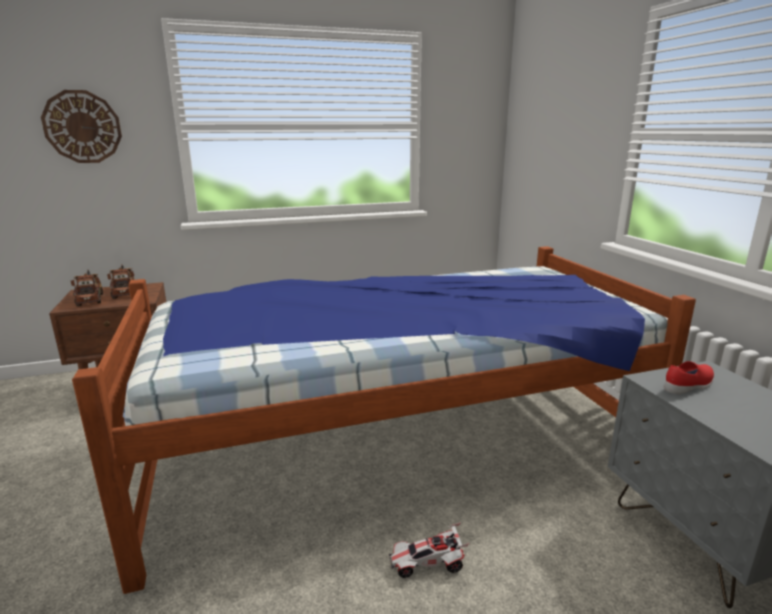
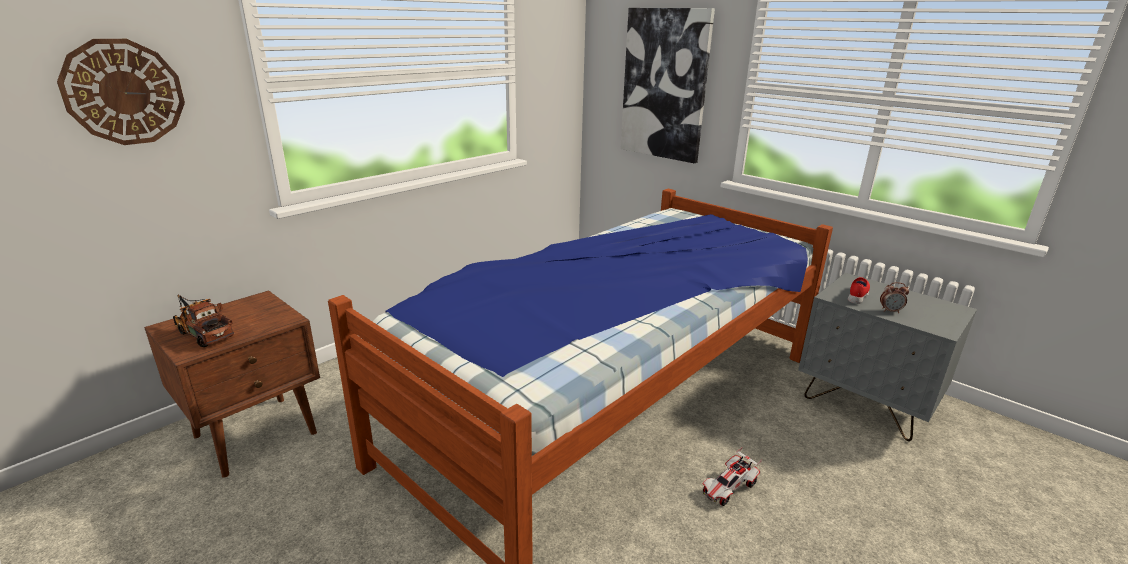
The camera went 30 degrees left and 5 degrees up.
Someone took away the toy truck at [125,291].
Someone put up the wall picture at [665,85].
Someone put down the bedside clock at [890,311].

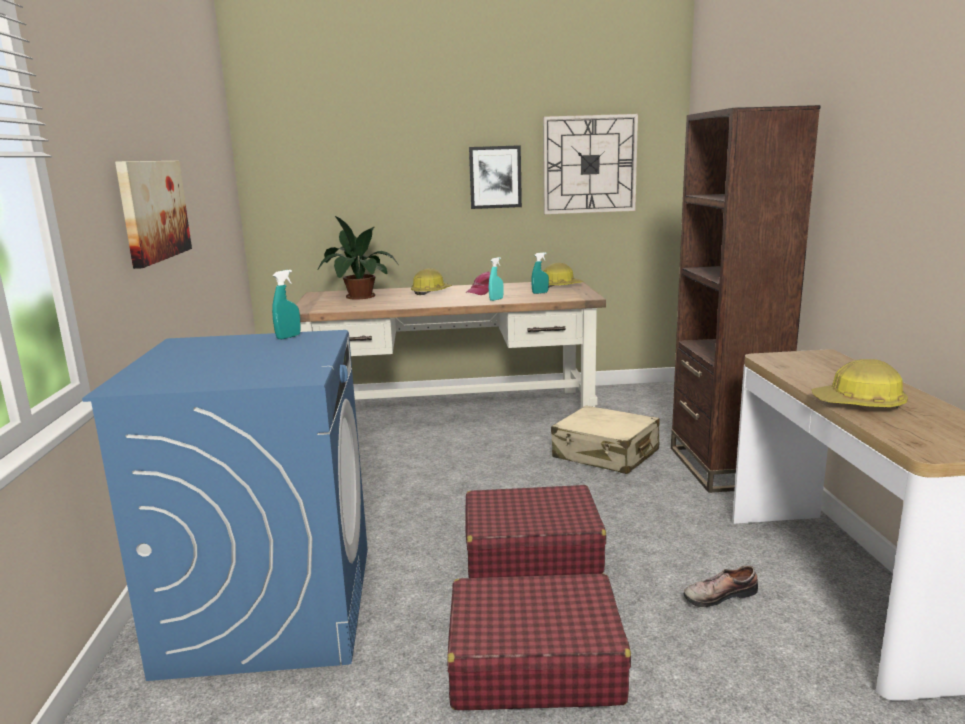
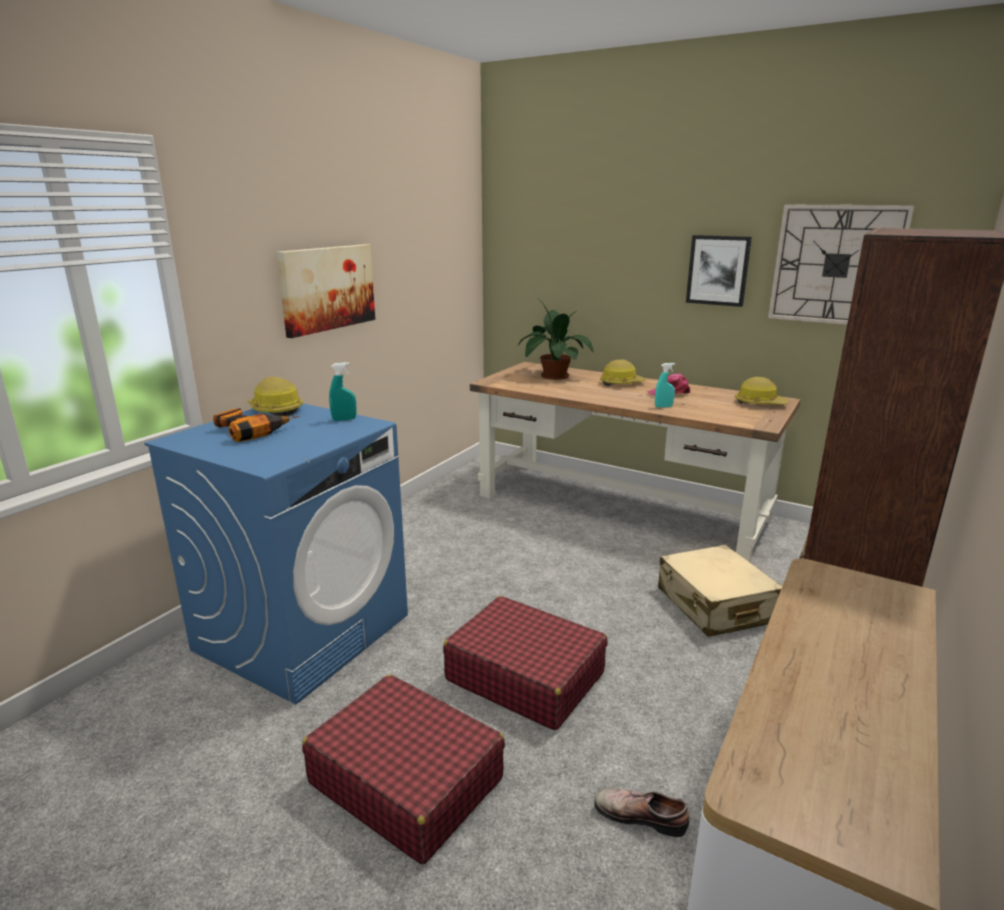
The camera went 35 degrees right and 5 degrees up.
Someone took away the hand sprayer in turquoise at [540,293].
Someone put down the drill at [252,430].
Someone carried the safety helmet from [859,404] to [275,410].

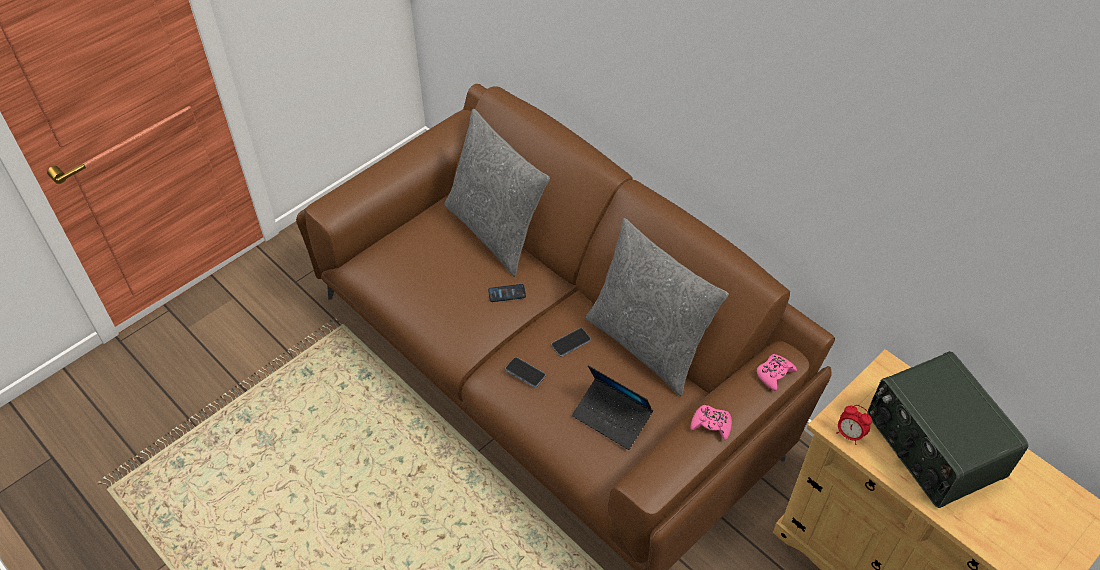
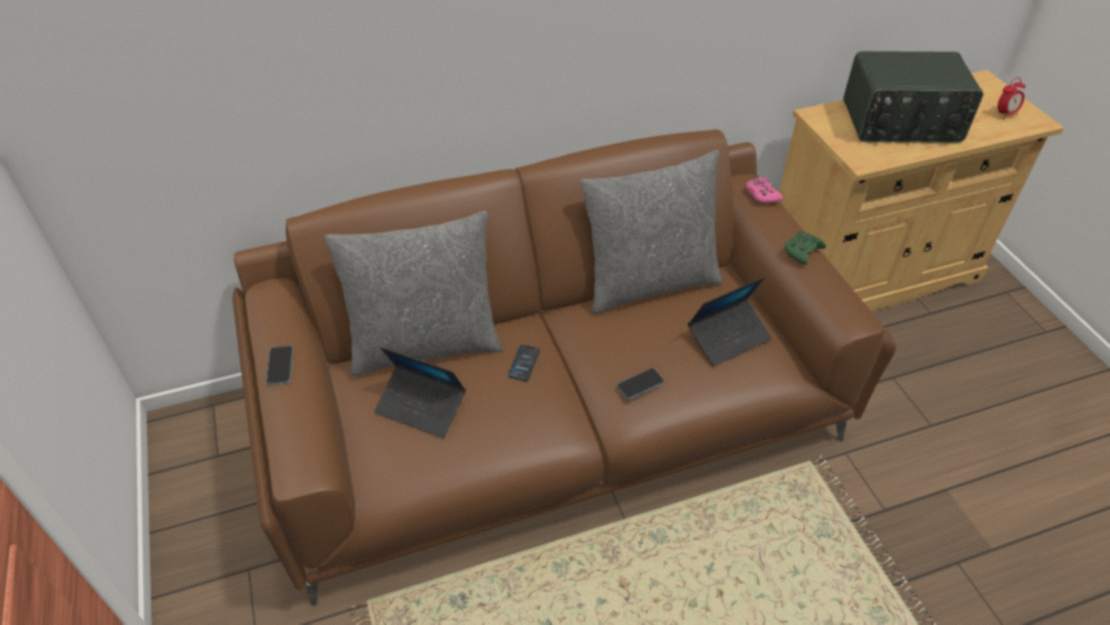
The camera went 65 degrees left and 5 degrees down.
Someone put down the laptop at [421,407].
Someone carried the telephone from [571,343] to [280,366].
Someone carried the bedside clock from [849,434] to [1005,114].
Someone repainted the gamepad in pink at [711,424], which became the gamepad in green at [802,251].

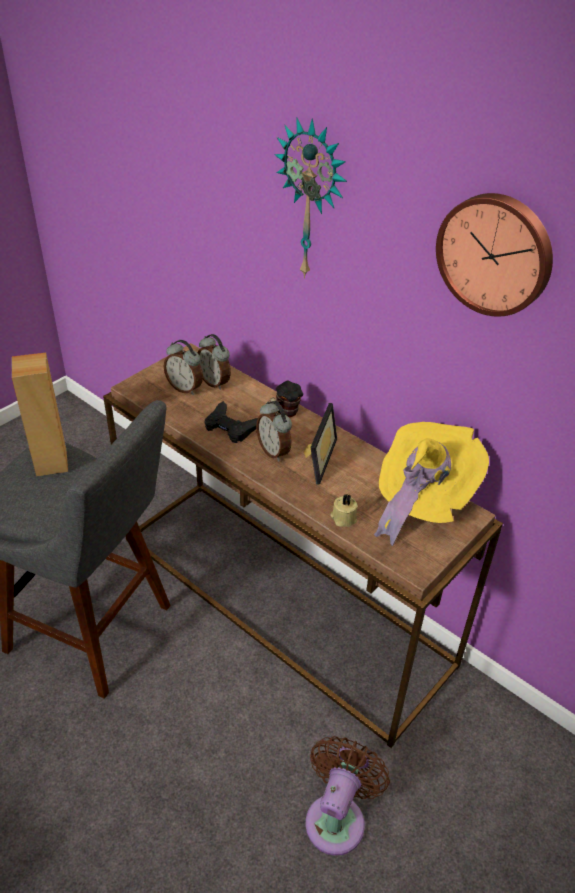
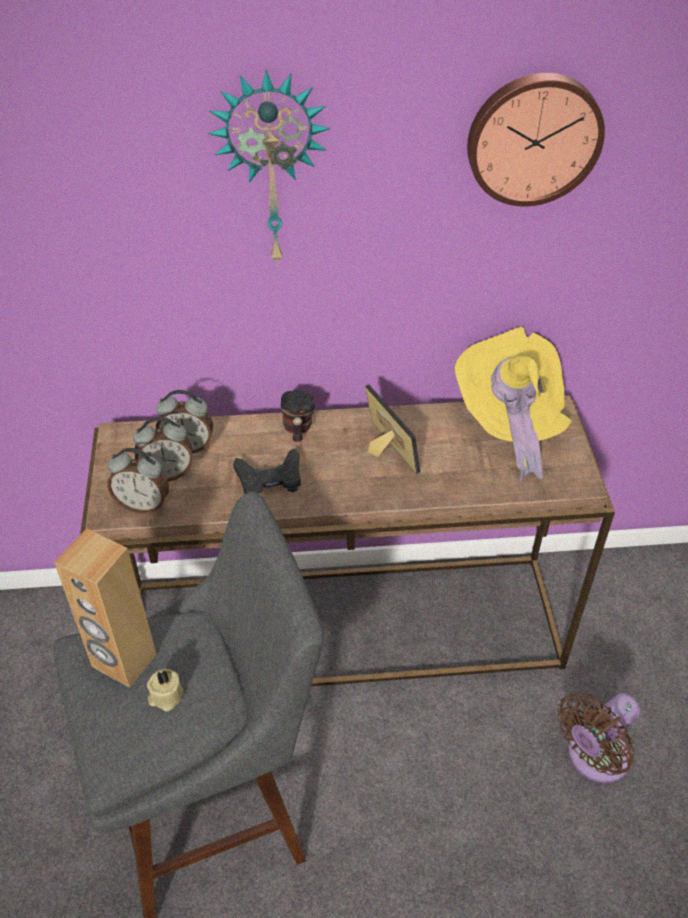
The camera went 45 degrees left and 5 degrees up.
Someone carried the bedside clock from [274,451] to [143,504].
Someone carried the wax candle in beige from [343,518] to [165,696].
Someone rotated the electric fan in brownish at [337,817] by 105 degrees counterclockwise.

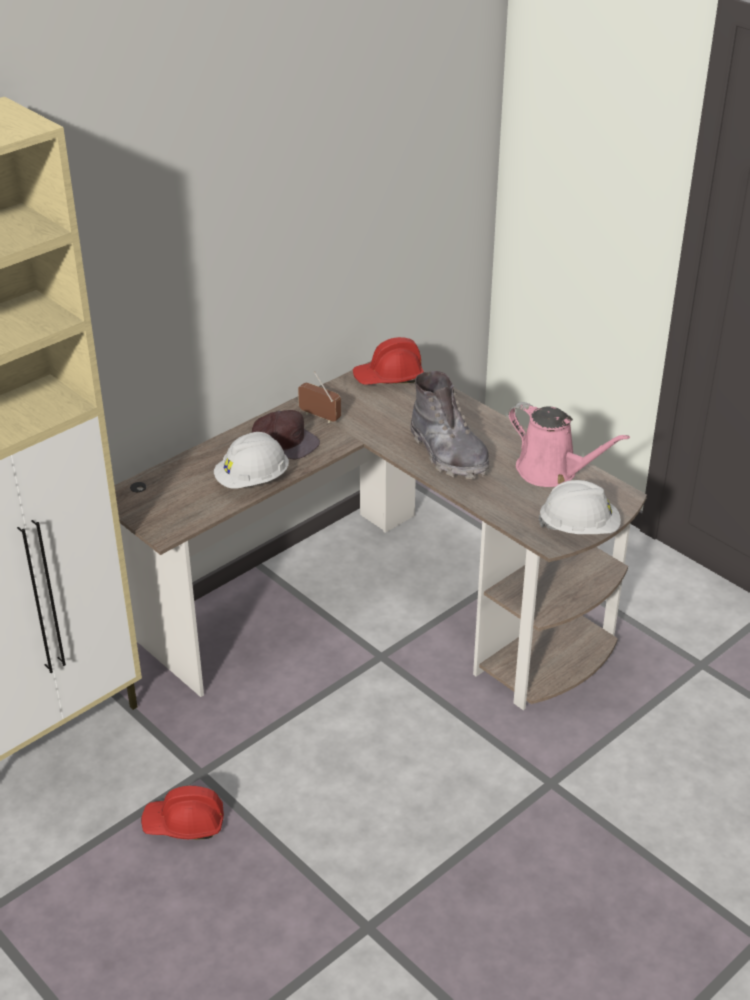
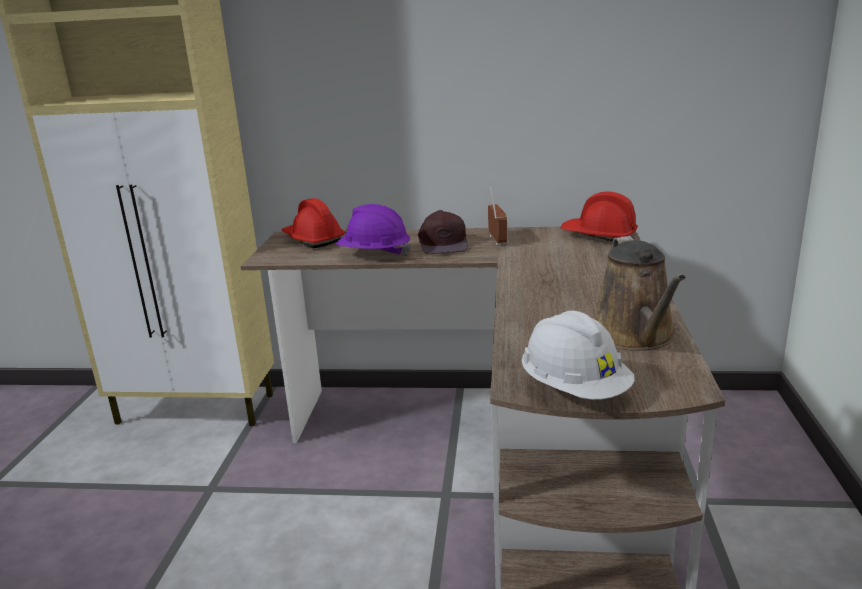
The camera went 50 degrees right and 15 degrees down.
Someone took away the boot in grey at [448,453].
Someone carried the safety helmet in reddish from [184,823] to [312,239].
Someone repainted the safety helmet in white-coloured at [252,481], which became the safety helmet in purple at [374,254].
Someone repainted the watering pot in pink at [552,471], which became the watering pot in brownish at [635,336].

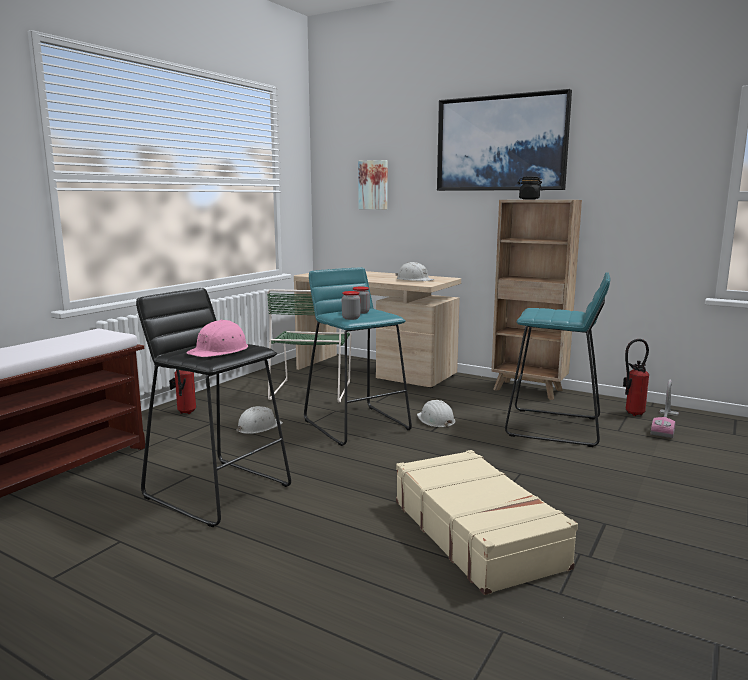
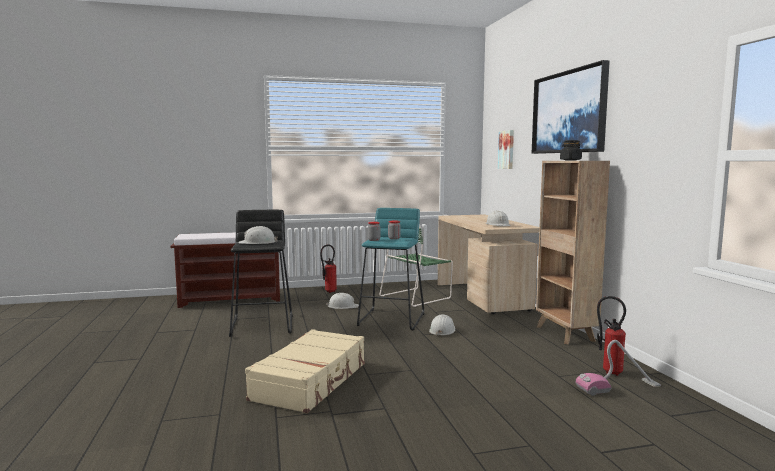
The camera went 45 degrees right and 5 degrees down.
Someone took away the stool seat in turquoise at [554,427].
Someone repainted the safety helmet in pink at [220,350], which became the safety helmet in white-coloured at [258,242].

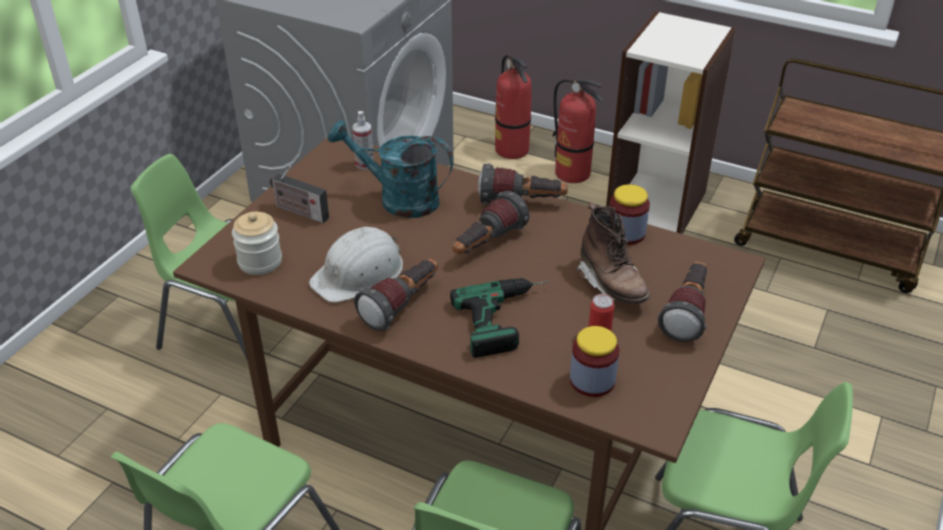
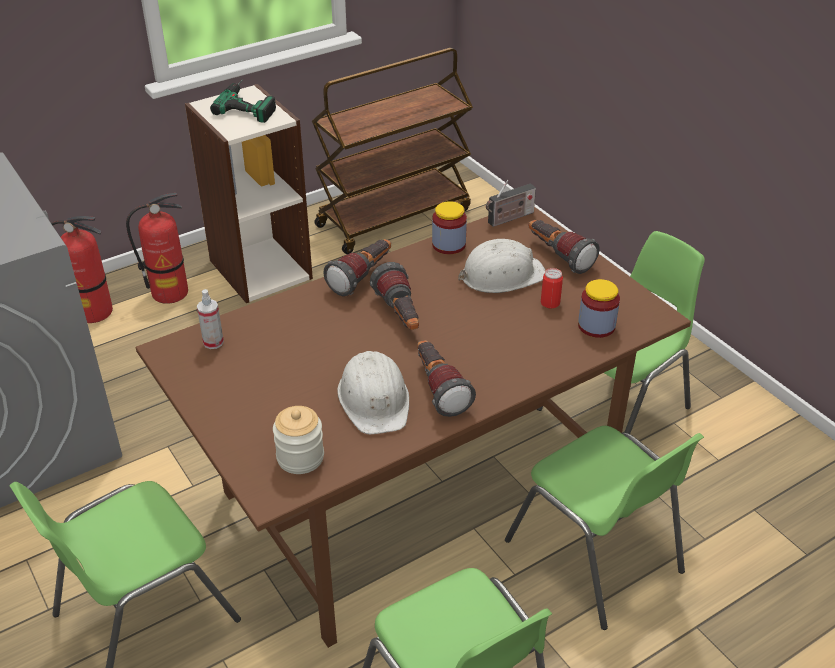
The camera went 60 degrees left and 0 degrees up.
Someone took away the watering pot in turquoise at [398,199].
Someone carried the radio receiver from [299,212] to [509,219].
Someone carried the drill from [510,318] to [250,103].
Someone swapped the boot in brownish at [612,284] for the safety helmet in white-coloured at [501,275].

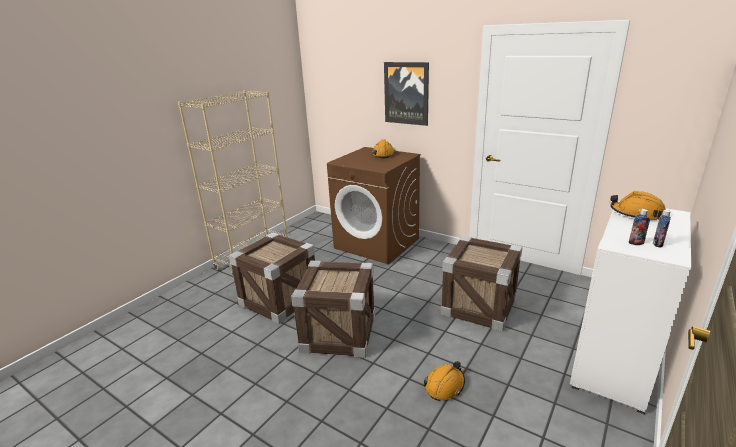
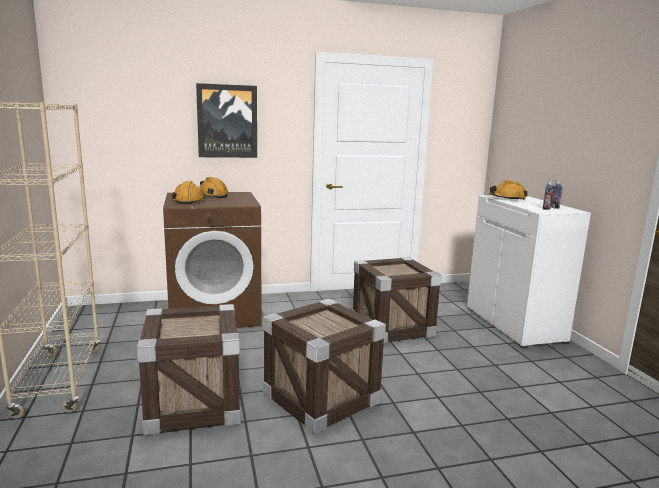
The camera went 50 degrees left and 10 degrees down.
Someone carried the safety helmet in orange from [444,385] to [188,201].

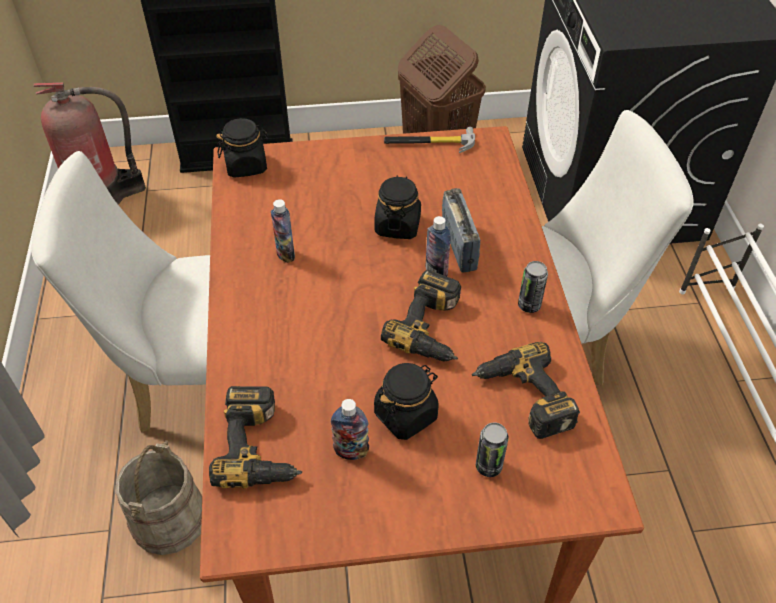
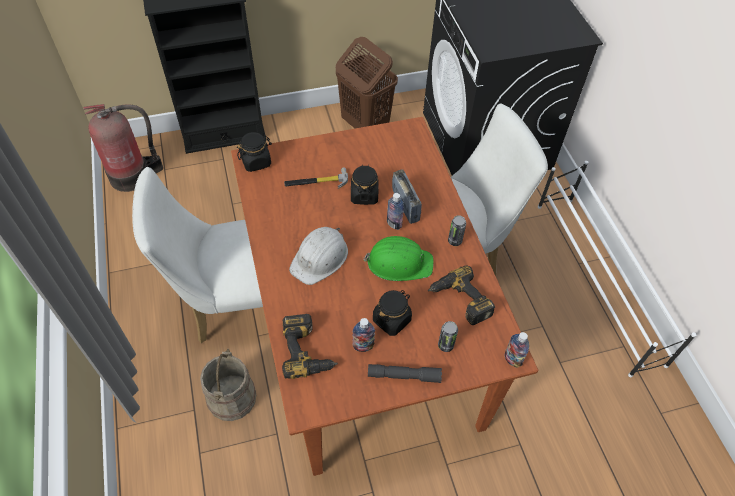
The camera went 10 degrees left and 5 degrees up.
Someone put down the safety helmet in white-coloured at [320,258].
Someone put down the flashlight in grey at [404,376].
Someone carried the beverage bottle from [285,254] to [512,360].
Someone carried the tool hammer from [429,143] to [316,182].
Someone swapped the drill at [433,328] for the safety helmet in green at [399,262].

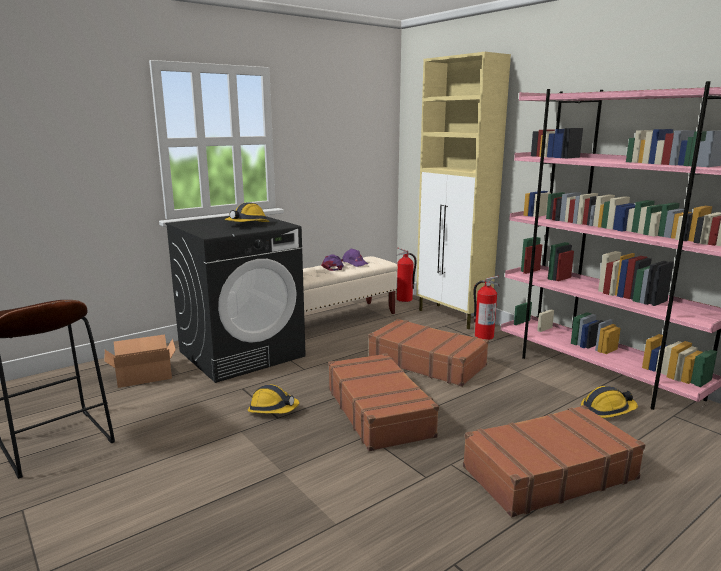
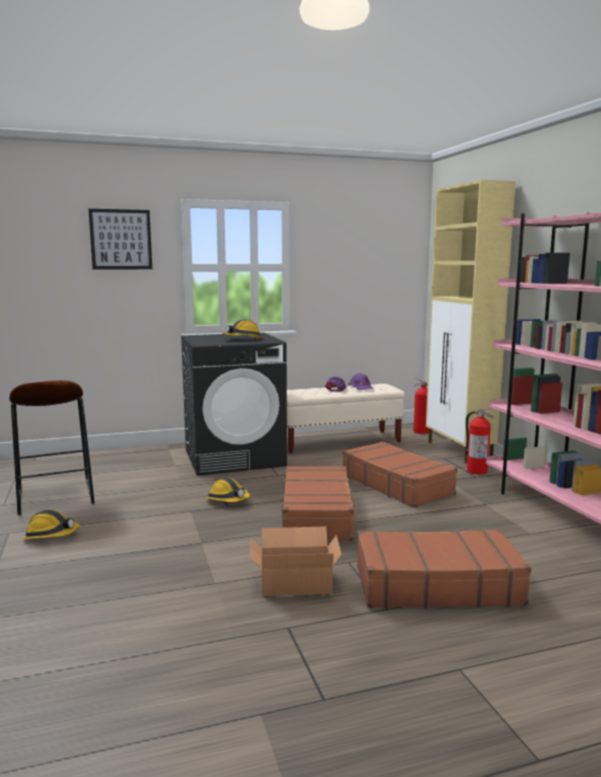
The camera went 20 degrees right and 5 degrees down.
Someone put up the wall picture at [121,239].
Someone carried the carton from [142,375] to [294,581].
Someone carried the safety helmet from [607,410] to [51,535].

